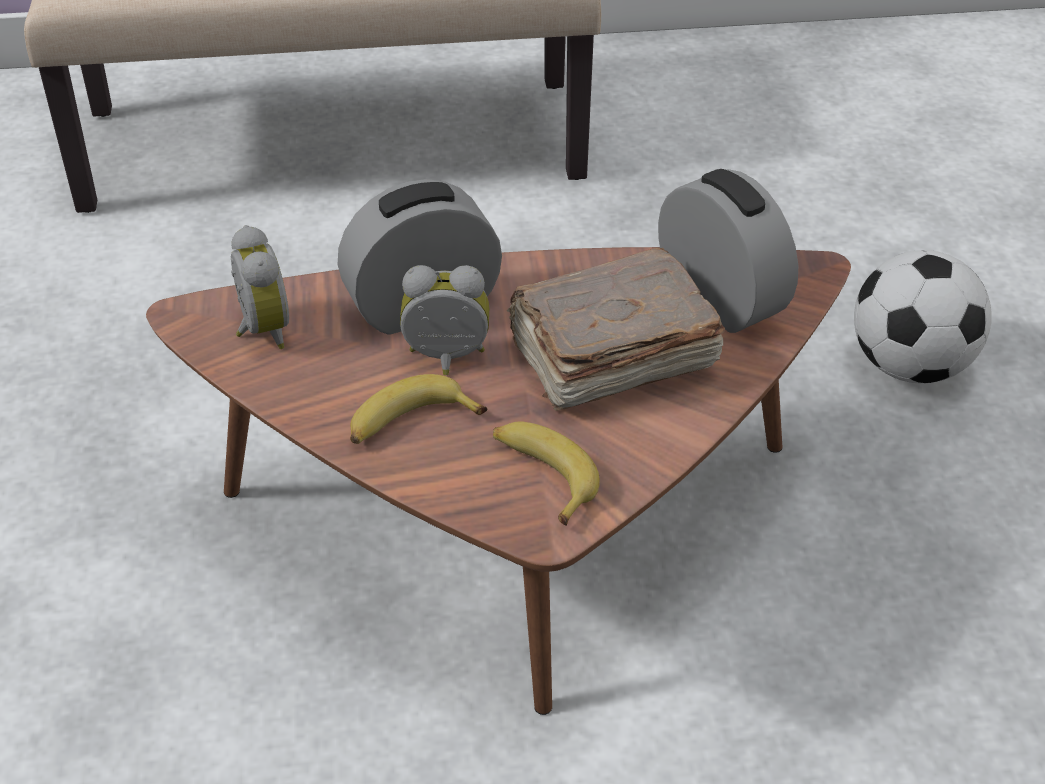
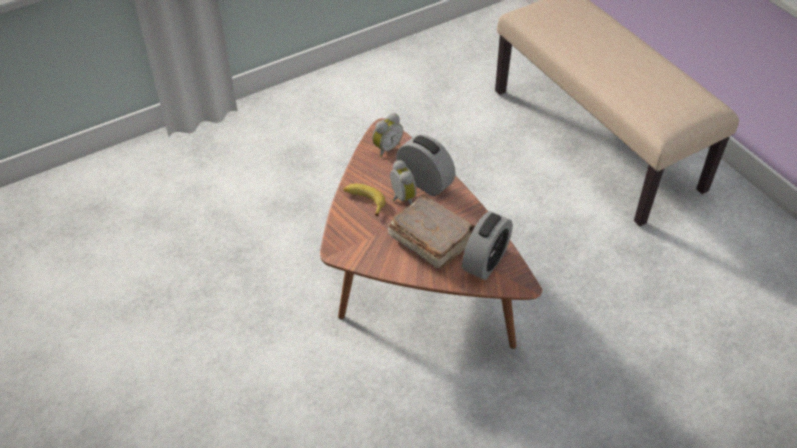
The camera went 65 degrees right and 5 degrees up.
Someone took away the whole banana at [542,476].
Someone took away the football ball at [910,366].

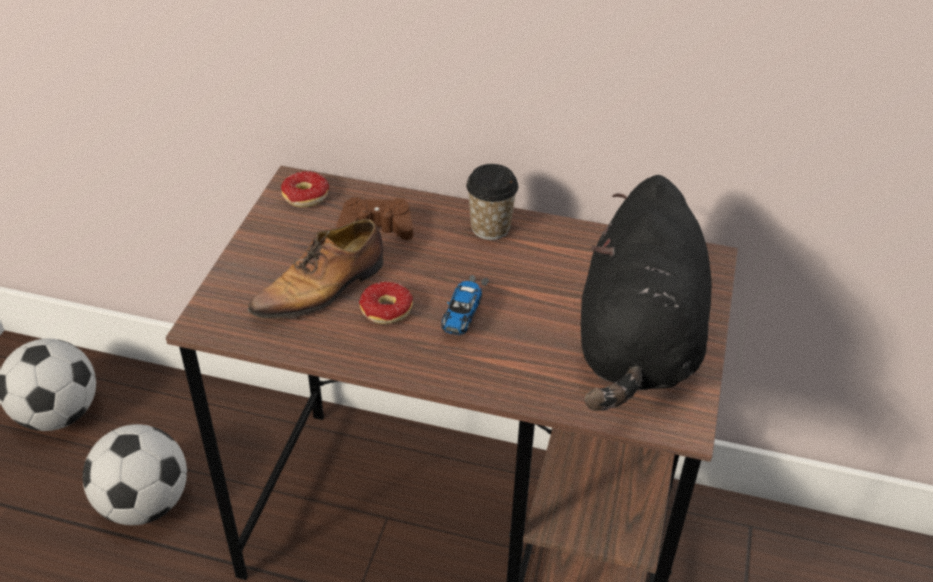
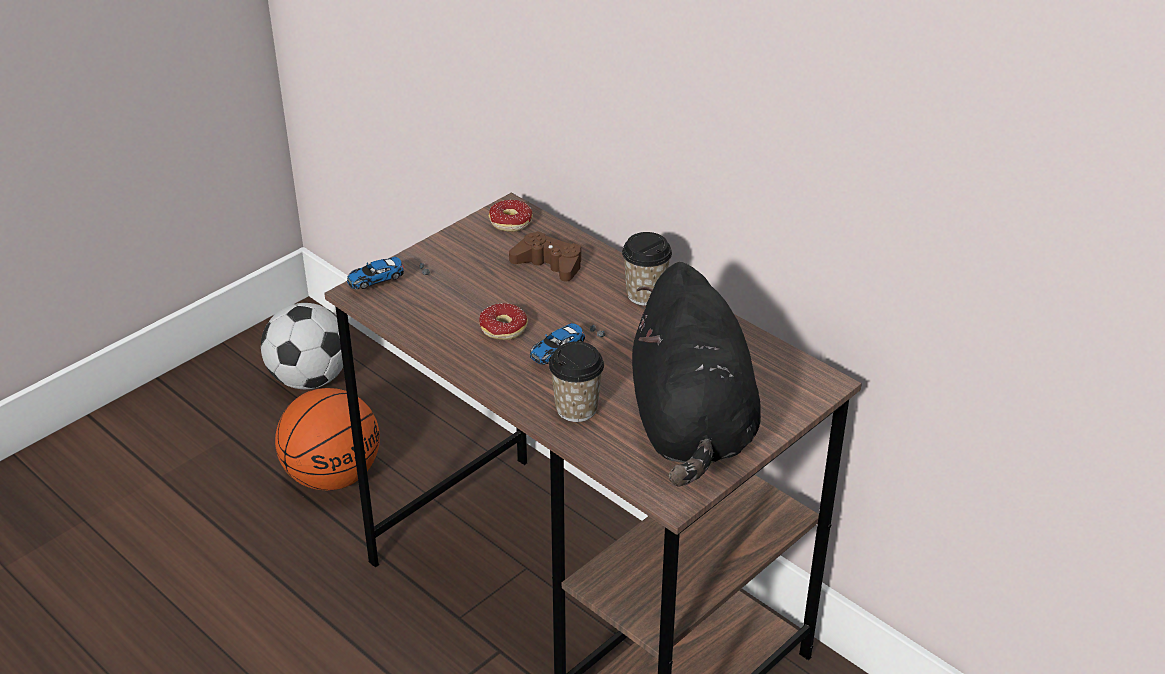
The camera went 30 degrees right and 5 degrees down.
Someone took away the item of footwear at [323,288].
Someone put down the miniature car at [388,282].
Someone put down the small cup at [576,408].
Someone swapped the football ball at [145,503] for the basketball ball at [333,475].
Someone rotated the cuddly toy in black-coloured at [638,344] by 45 degrees counterclockwise.

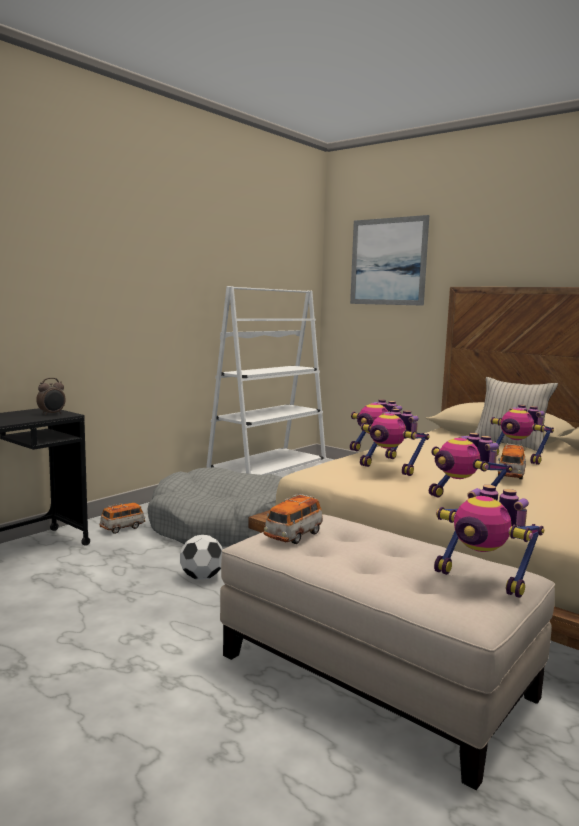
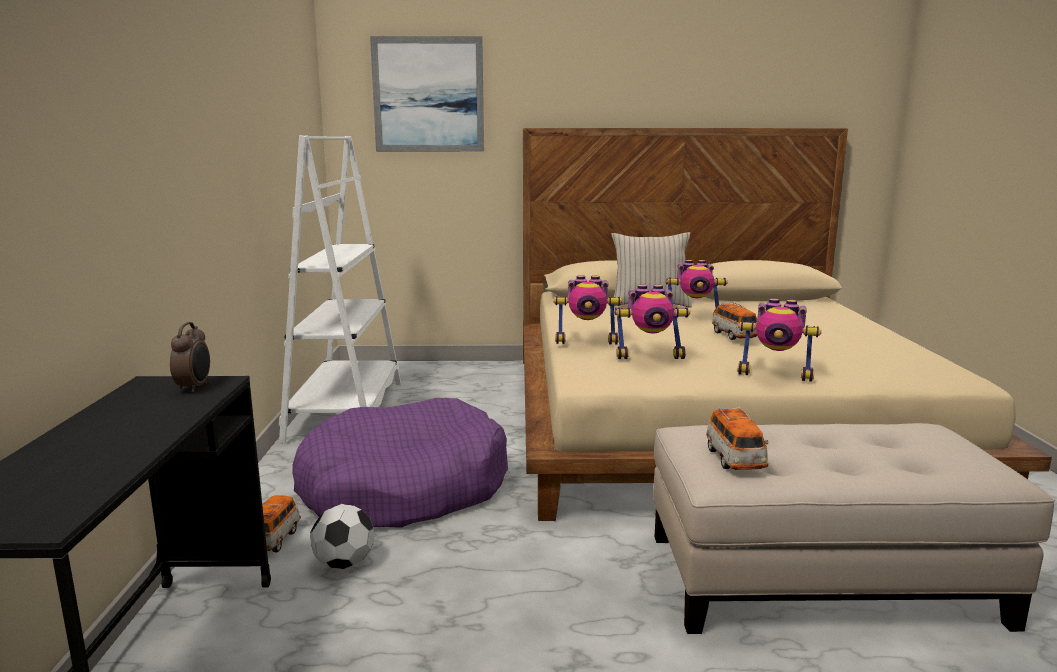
The camera went 40 degrees left and 5 degrees up.
Someone took away the toy robot at [482,579].
Someone carried the football ball from [202,577] to [344,563].
Someone repainted the dog bed in grey at [222,527], which became the dog bed in purple at [403,488].

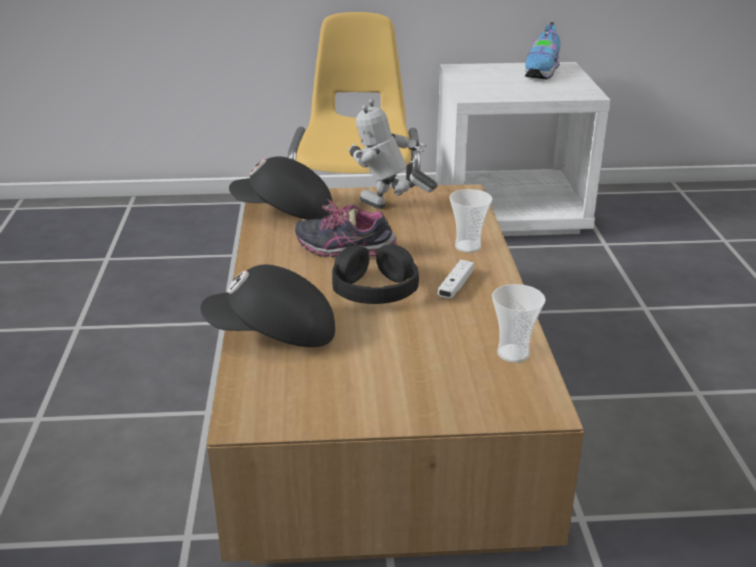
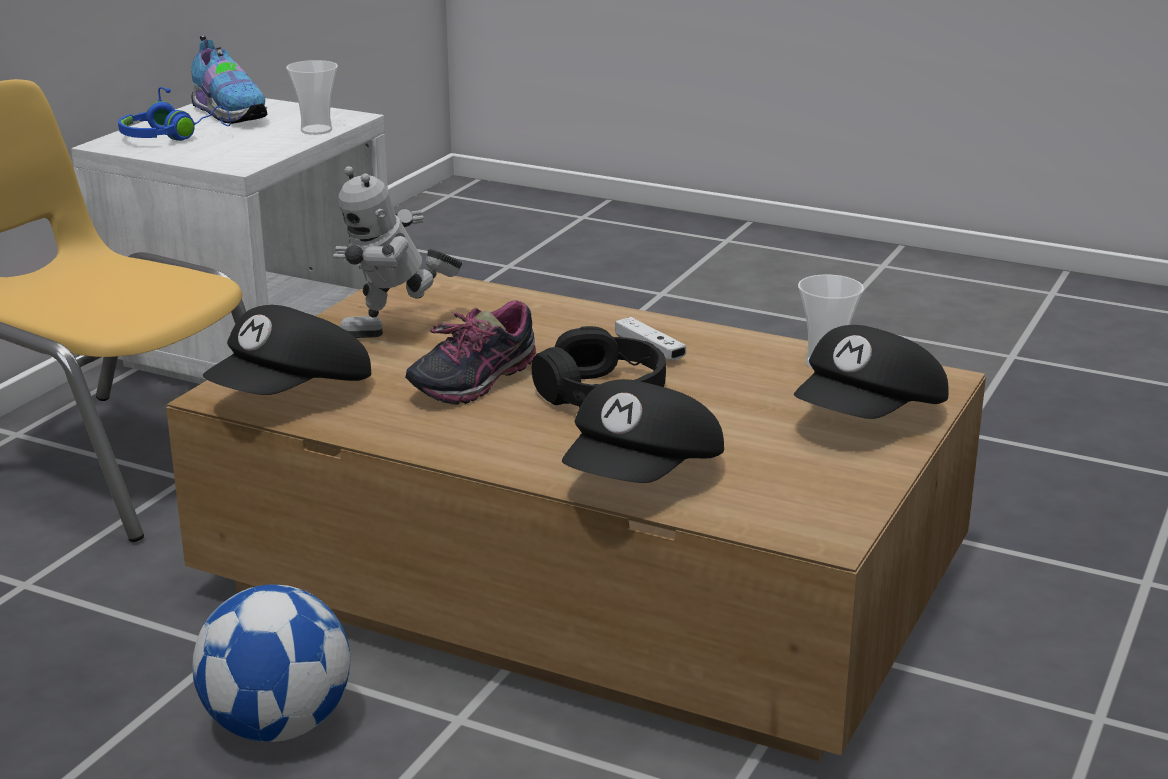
The camera went 60 degrees left and 5 degrees down.
Someone put down the headphones in blue-coloured at [171,136].
Someone put down the football ball at [278,726].
Someone put down the baseball cap in black-coloured at [869,418].
Someone carried the small cup from [468,246] to [316,130].

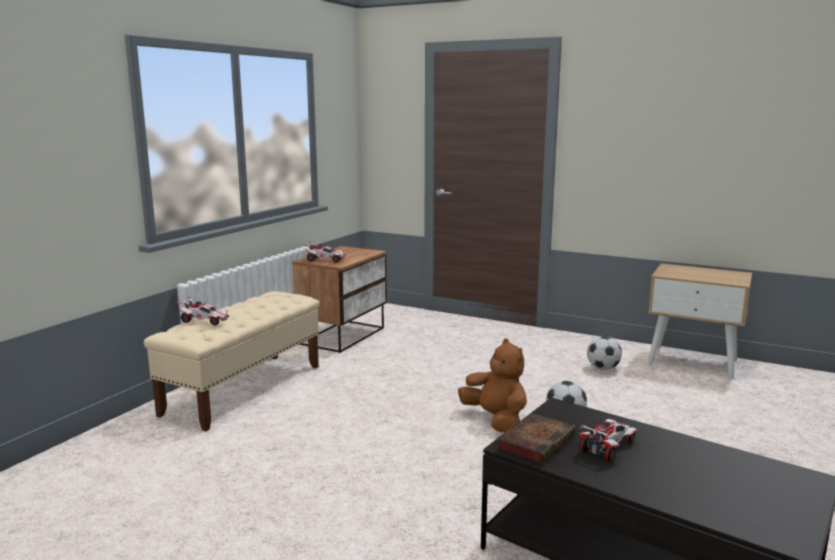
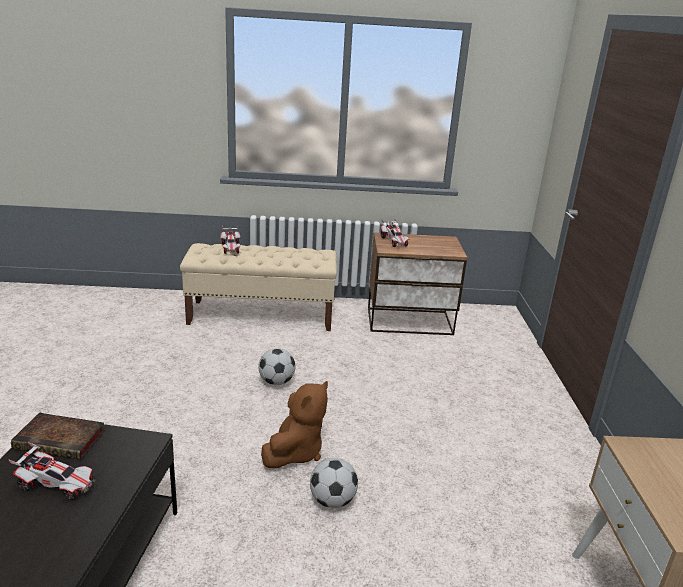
The camera went 60 degrees right and 10 degrees up.
Someone carried the football ball from [603,368] to [276,382].

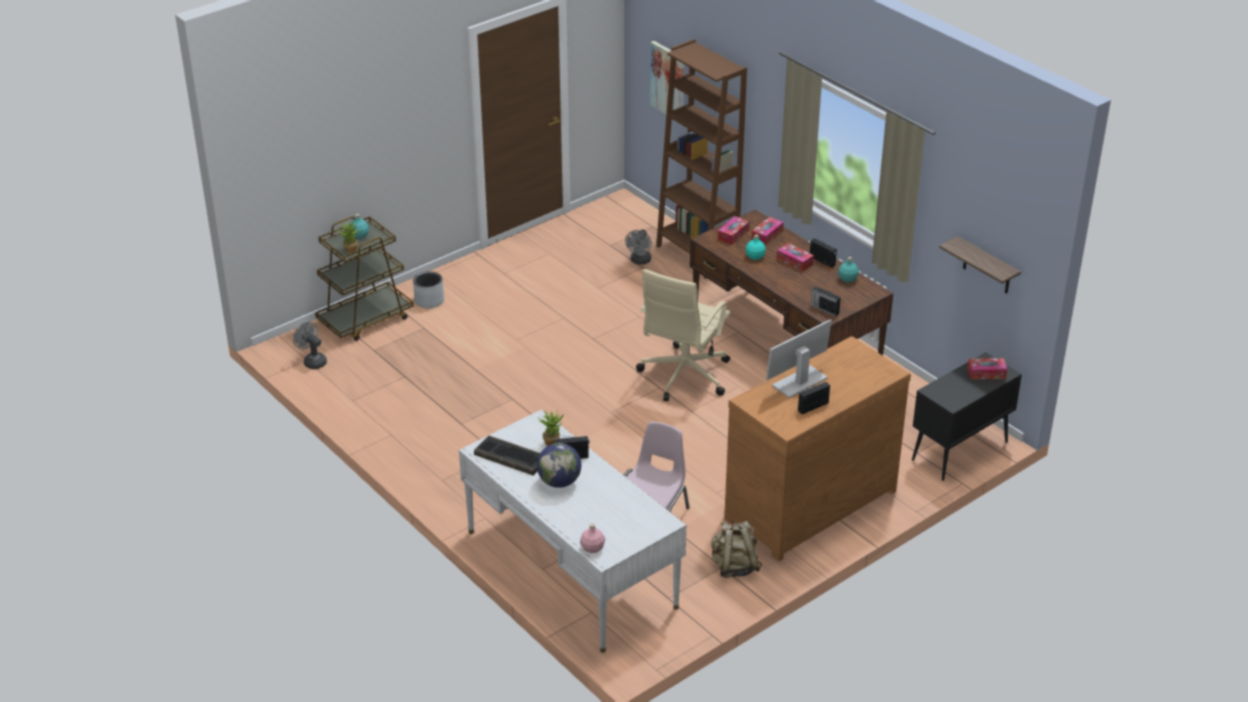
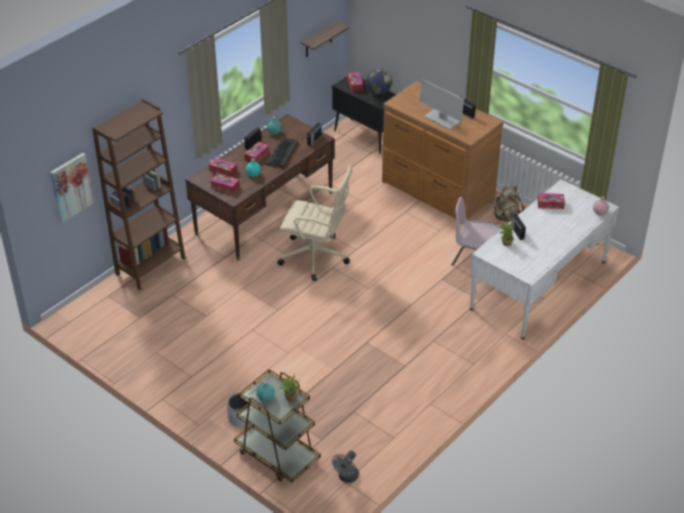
The camera went 100 degrees left and 5 degrees up.
Someone took away the electric fan in grey at [640,261].
Someone put down the tissue box at [550,204].
Someone carried the PC keyboard from [510,457] to [282,154].
Someone carried the globe from [559,482] to [379,92].

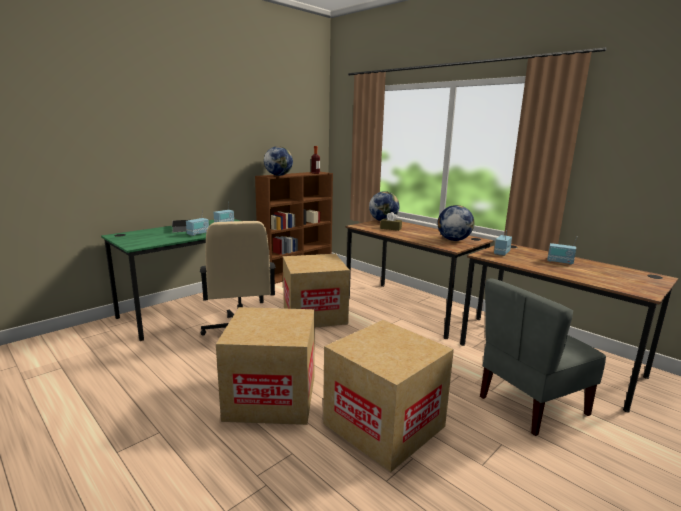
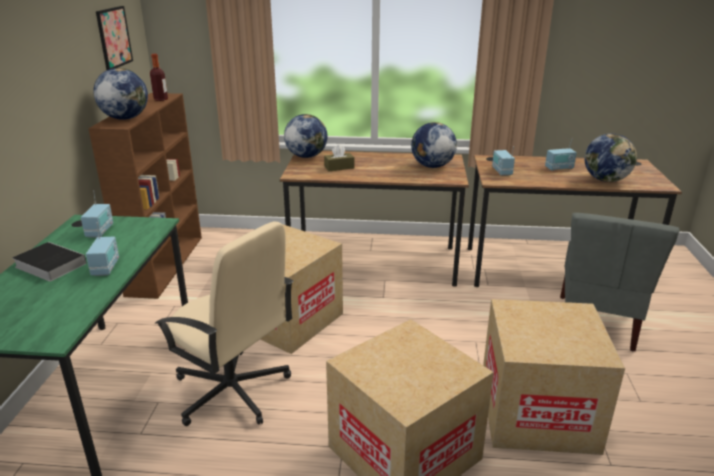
The camera went 40 degrees left and 10 degrees up.
Someone put up the wall picture at [114,37].
Someone put down the globe at [606,180].

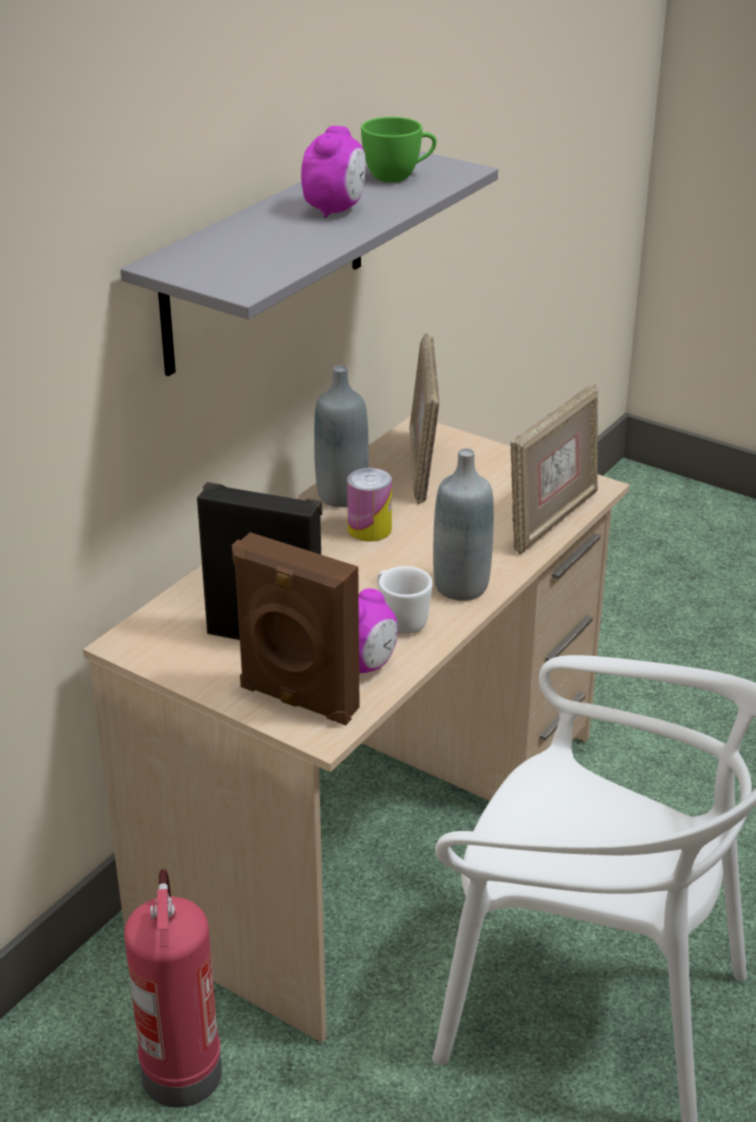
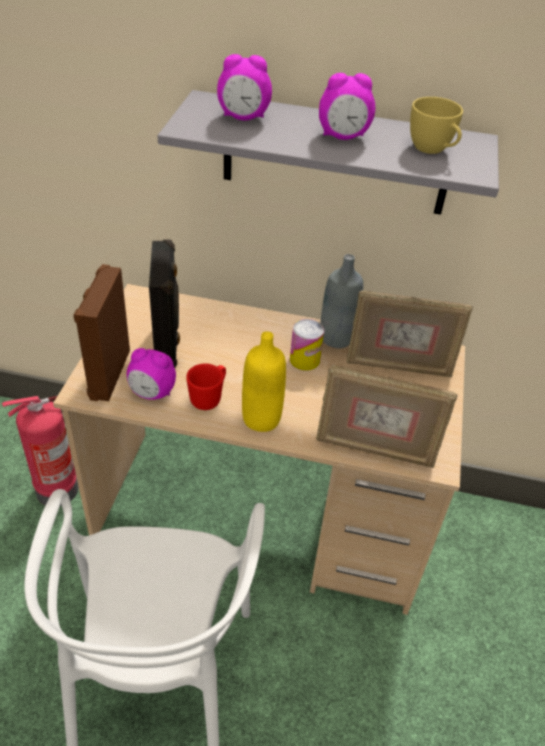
The camera went 65 degrees right and 10 degrees up.
Someone put down the bedside clock at [243,118].
Someone repainted the small cup in green at [398,176], which became the small cup in yellowish at [433,150].
Someone repainted the mug in white-coloured at [399,619], which became the mug in reddish at [209,398].
Someone repainted the beverage bottle in grey at [461,587], which became the beverage bottle in yellowish at [261,419].
Someone rotated the photo frame at [423,467] by 150 degrees counterclockwise.

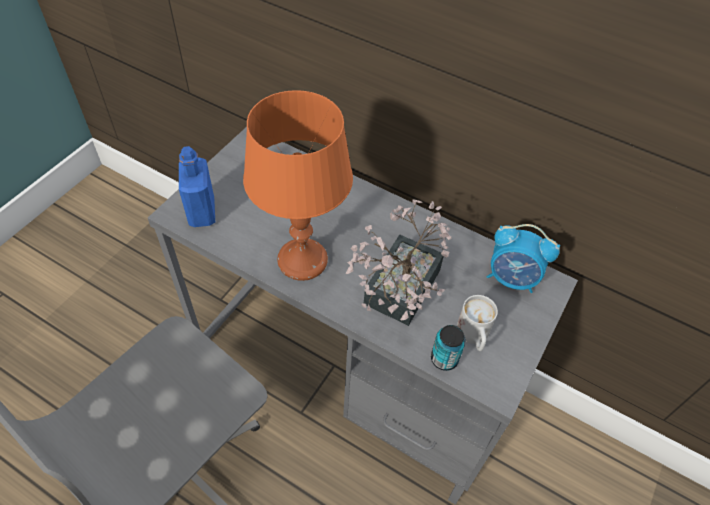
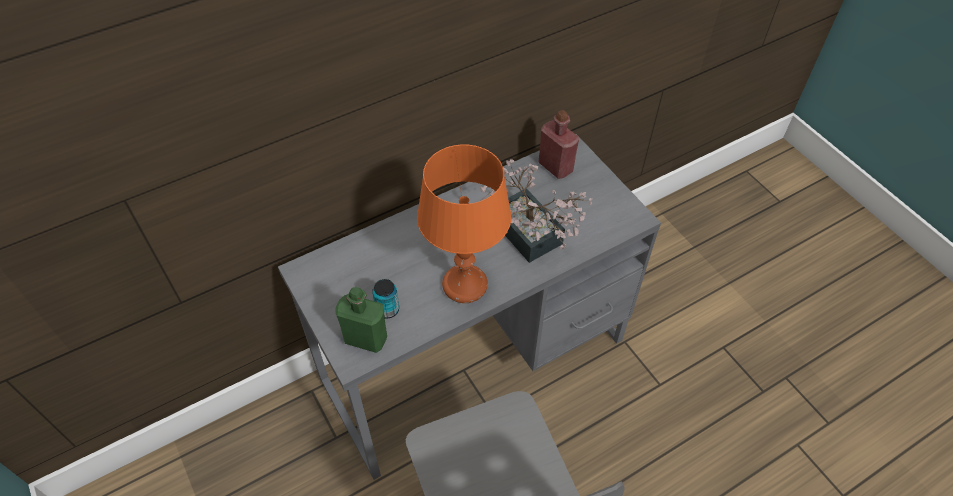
The camera went 60 degrees left and 0 degrees up.
Someone took away the mug in white-coloured at [474,336].
Someone carried the can from [444,359] to [387,309].
Someone swapped the bedside clock at [512,278] for the beverage bottle in reddish at [555,167].
Someone repainted the beverage bottle in blue-coloured at [202,212], which became the beverage bottle in green at [366,339].

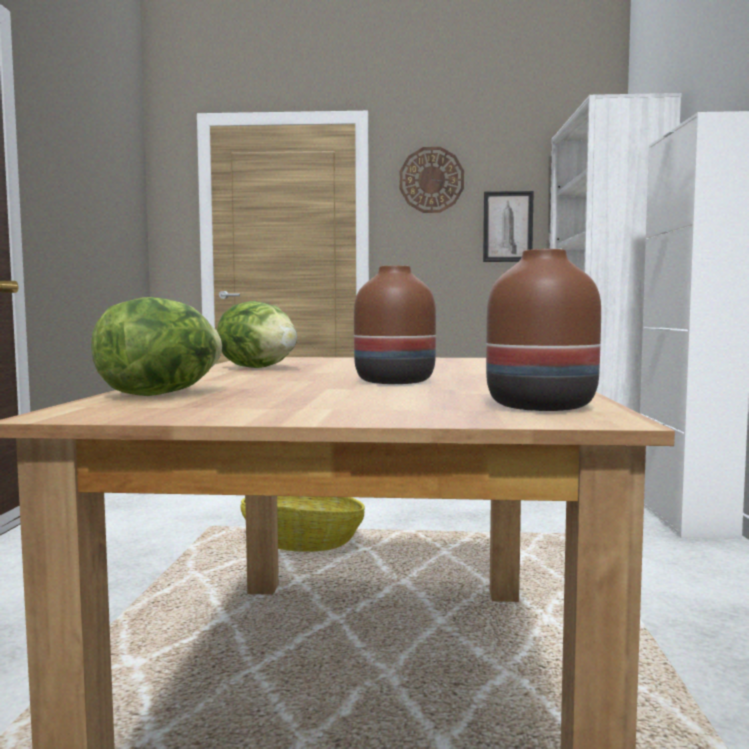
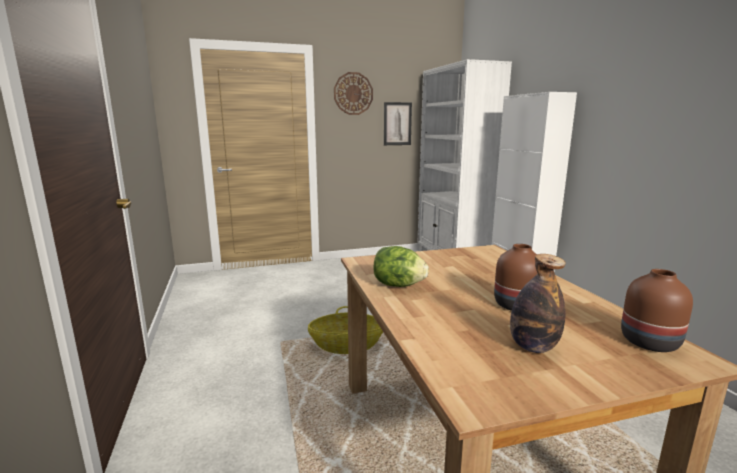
The camera went 20 degrees left and 10 degrees up.
Someone took away the lettuce head at [161,394].
Someone put down the beverage bottle at [533,347].

